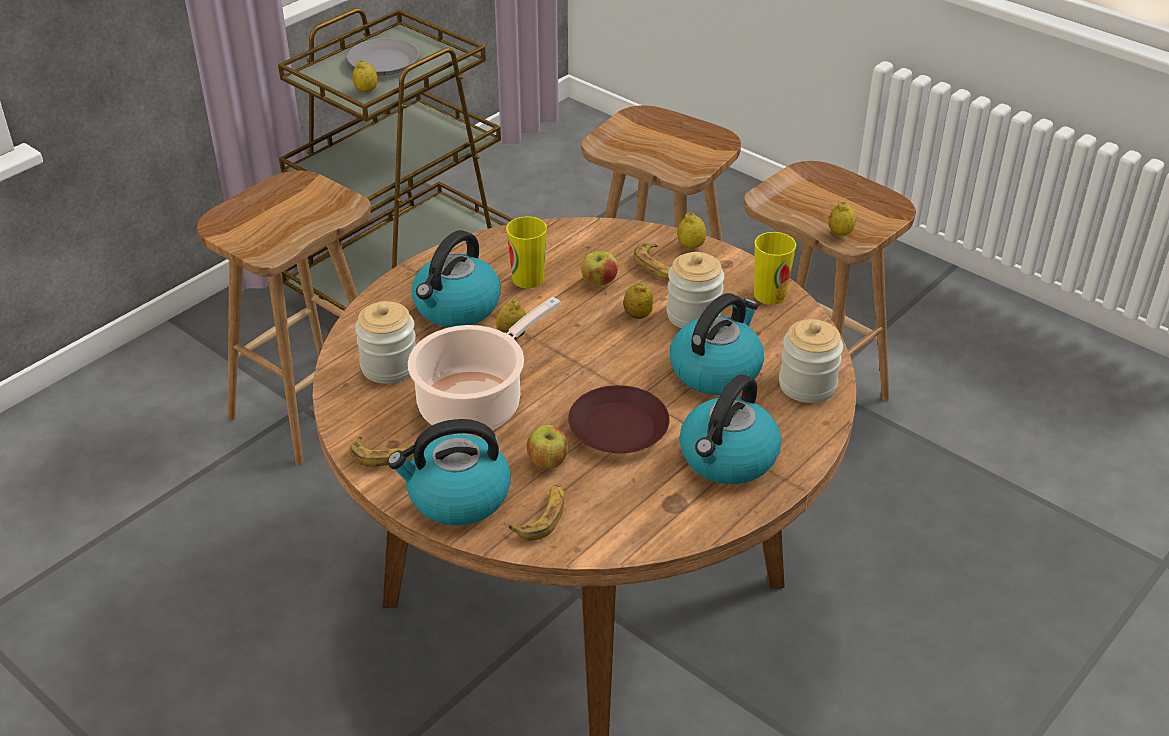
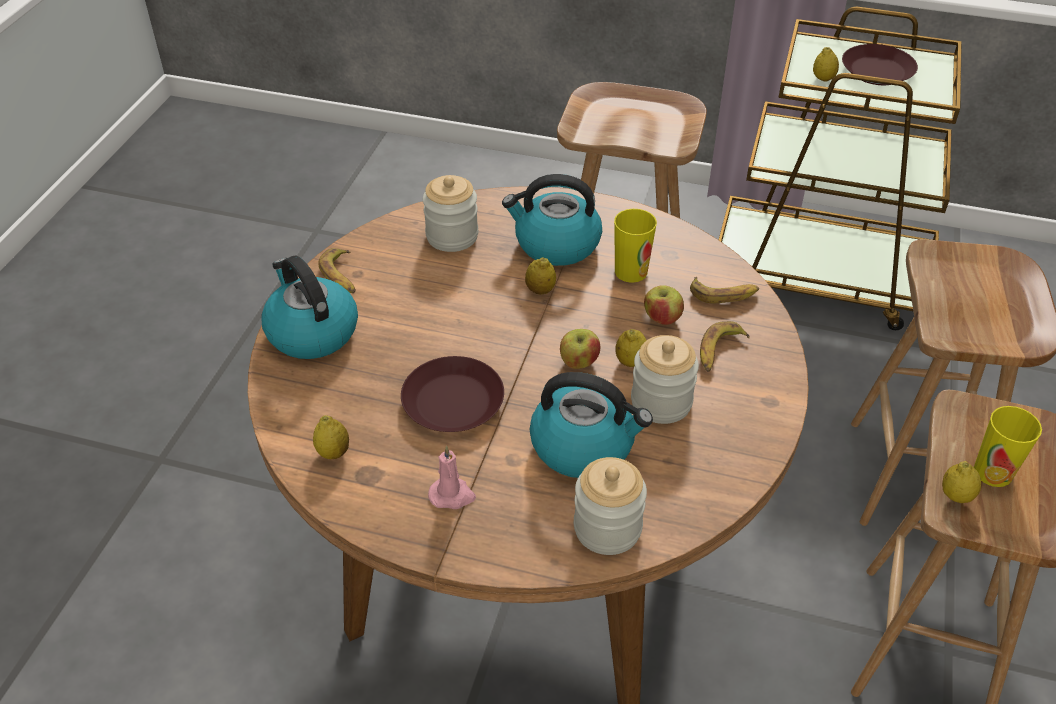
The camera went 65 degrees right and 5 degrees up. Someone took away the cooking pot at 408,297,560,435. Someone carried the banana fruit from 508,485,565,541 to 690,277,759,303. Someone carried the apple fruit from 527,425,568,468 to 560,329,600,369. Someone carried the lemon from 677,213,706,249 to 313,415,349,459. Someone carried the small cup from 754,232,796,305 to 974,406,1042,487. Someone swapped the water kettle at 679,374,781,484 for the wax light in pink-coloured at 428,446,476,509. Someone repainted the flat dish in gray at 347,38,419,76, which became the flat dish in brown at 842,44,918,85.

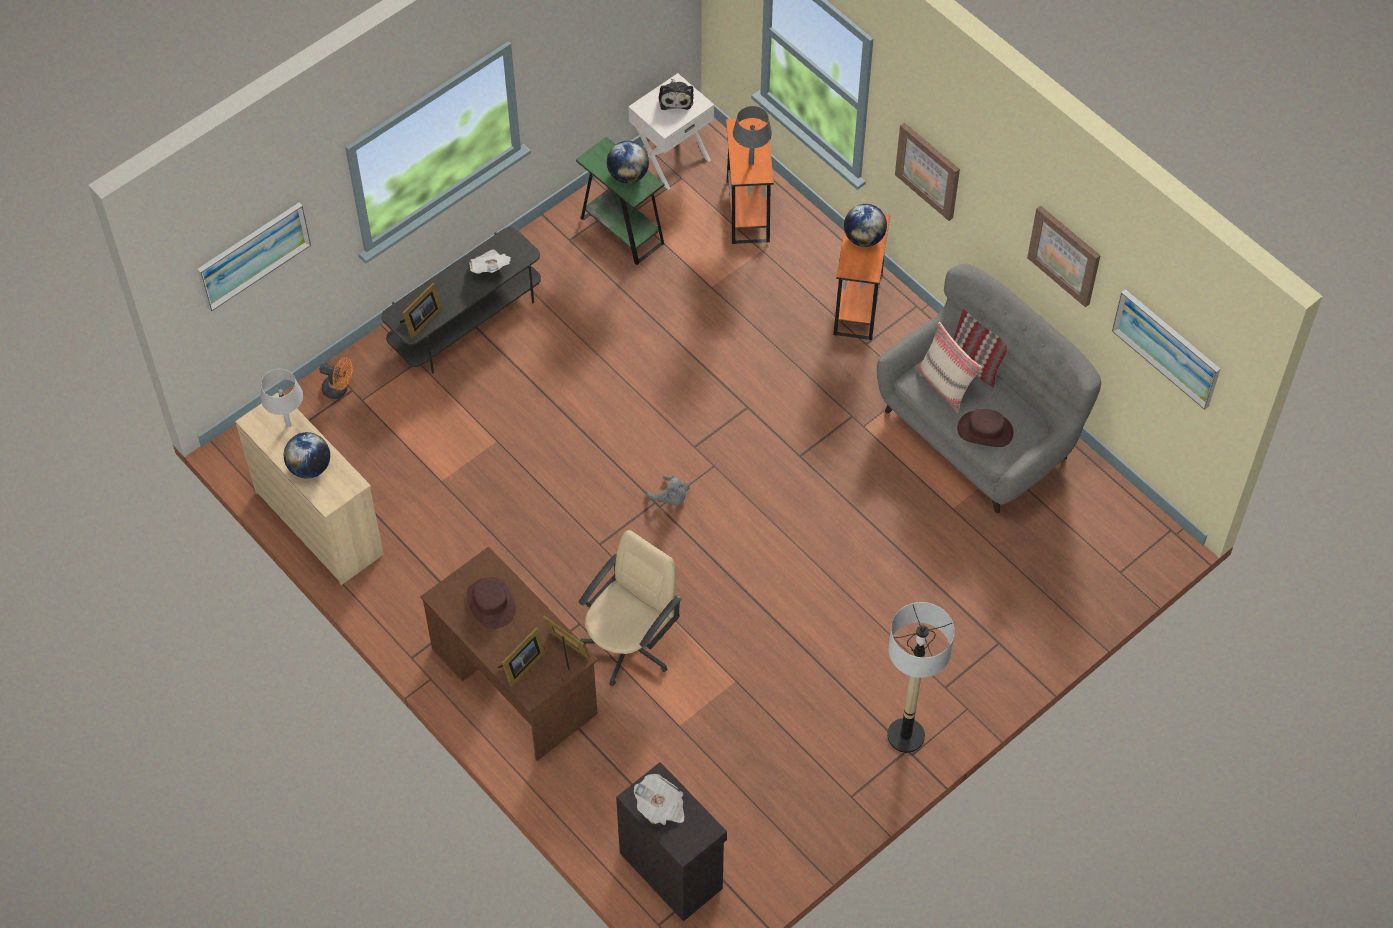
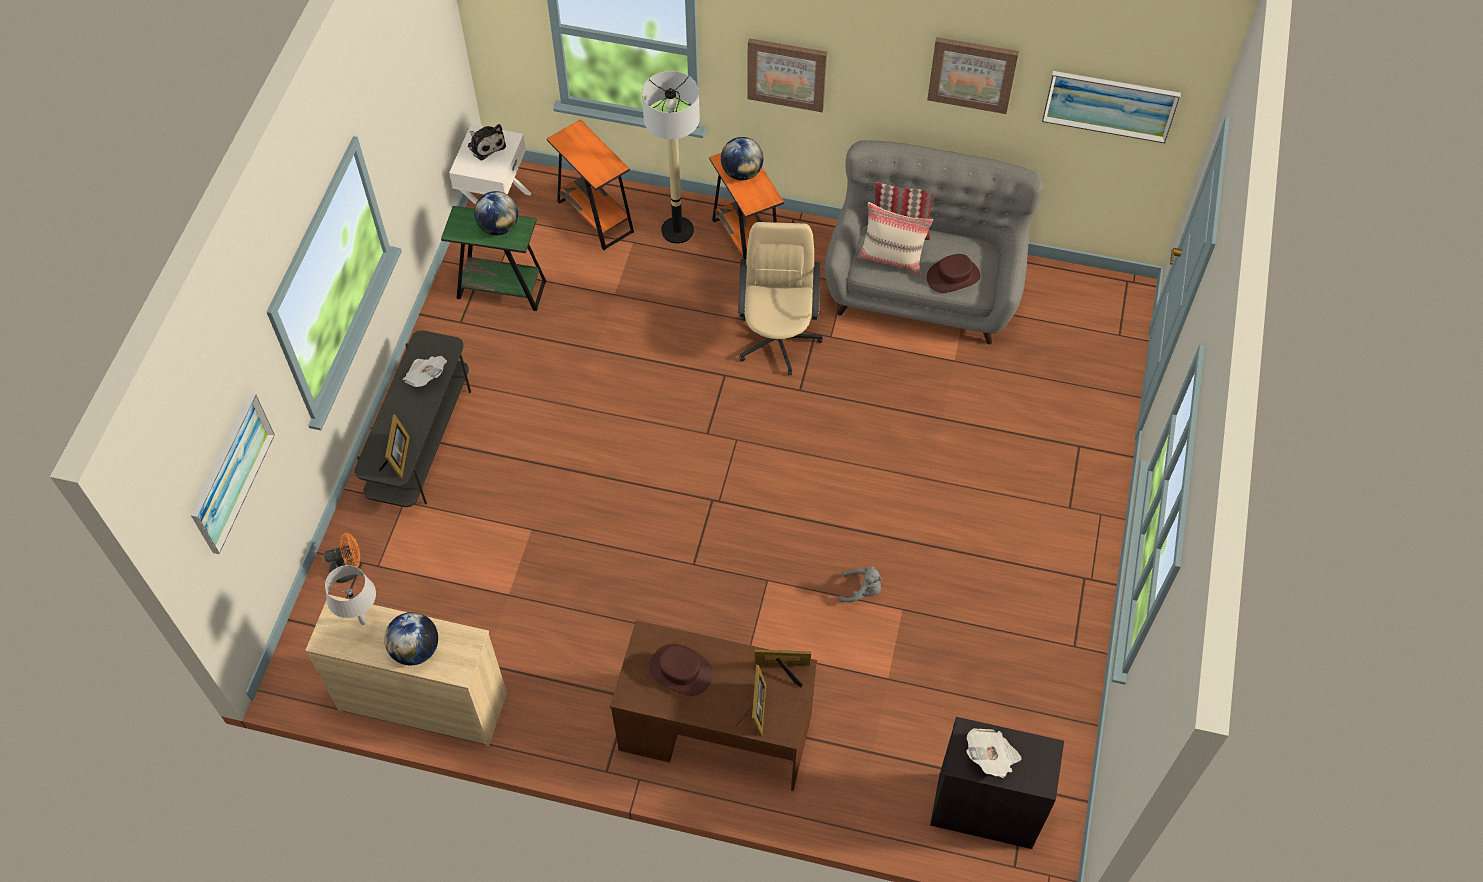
The camera went 35 degrees left and 0 degrees up. Someone took away the lamp for a table in gray at 733,106,772,165. Someone carried the office chair in beige from 579,530,682,686 to 738,222,823,375. Someone carried the soft toy in gray from 646,475,690,506 to 838,566,882,602. Someone carried the floor lamp from 887,602,955,753 to 642,71,700,244.

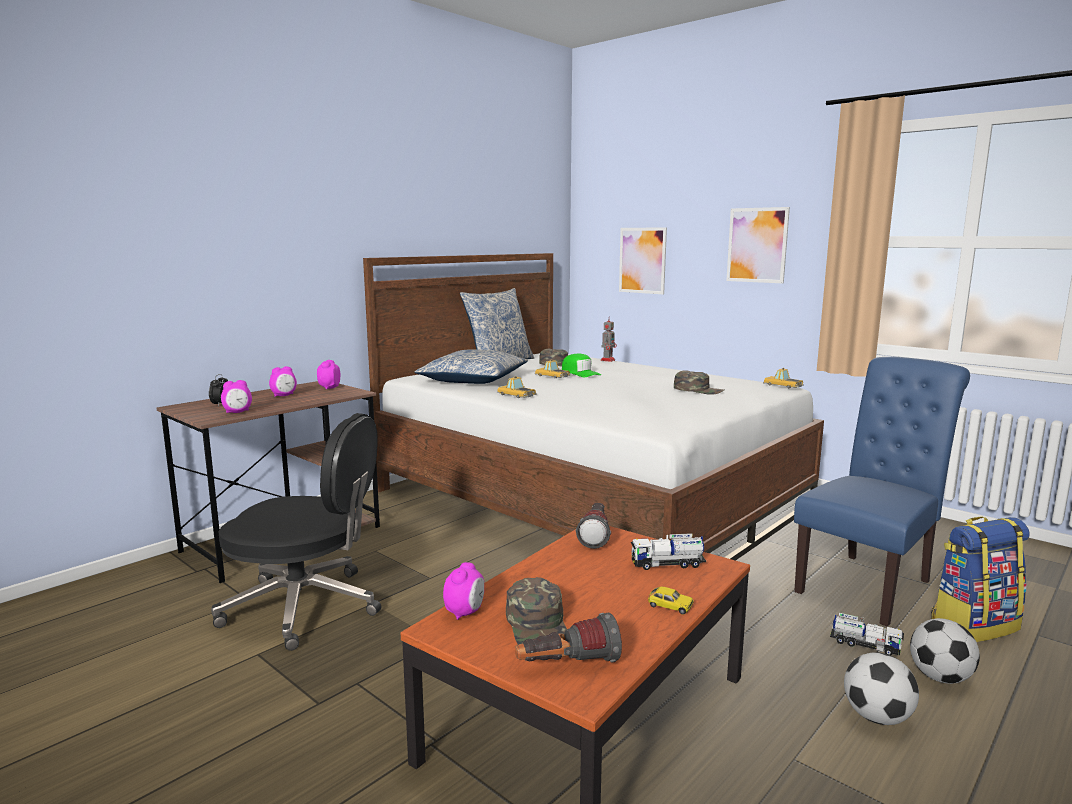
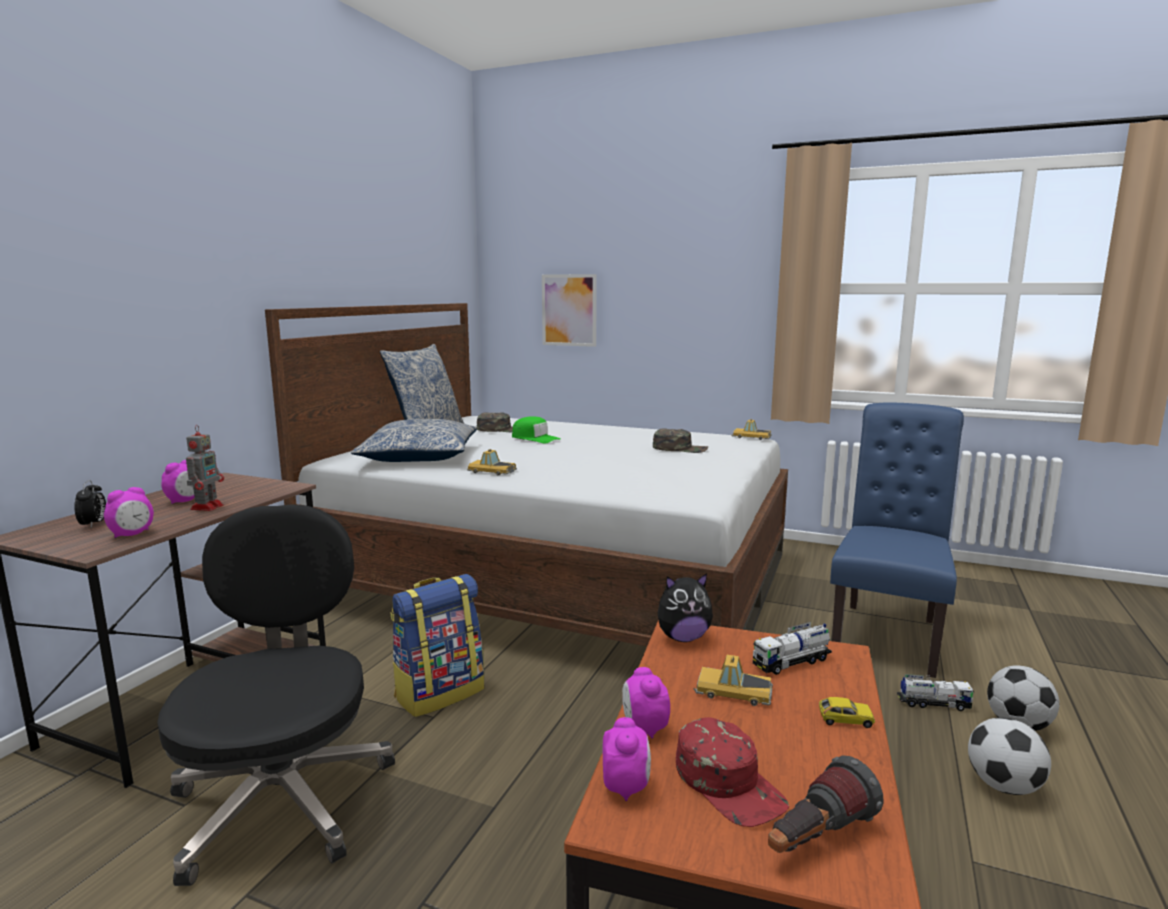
The camera went 20 degrees left and 0 degrees up. Someone took away the picture at 726,207,790,283. Someone carried the table clock from 317,360,341,390 to 622,667,670,739. Someone carried the toy car from 535,359,570,378 to 693,655,773,706. Someone carried the toy robot from 601,317,617,362 to 186,425,224,511. Someone carried the backpack from 931,517,1030,642 to 390,574,484,717. Someone swapped the hand torch at 576,503,611,549 for the soft toy at 658,573,713,642. Someone repainted the cap in green at 506,577,567,645, which became the cap in red-coloured at 676,717,789,827. Someone rotated the office chair in black-coloured at 211,413,381,651 by 90 degrees counterclockwise.

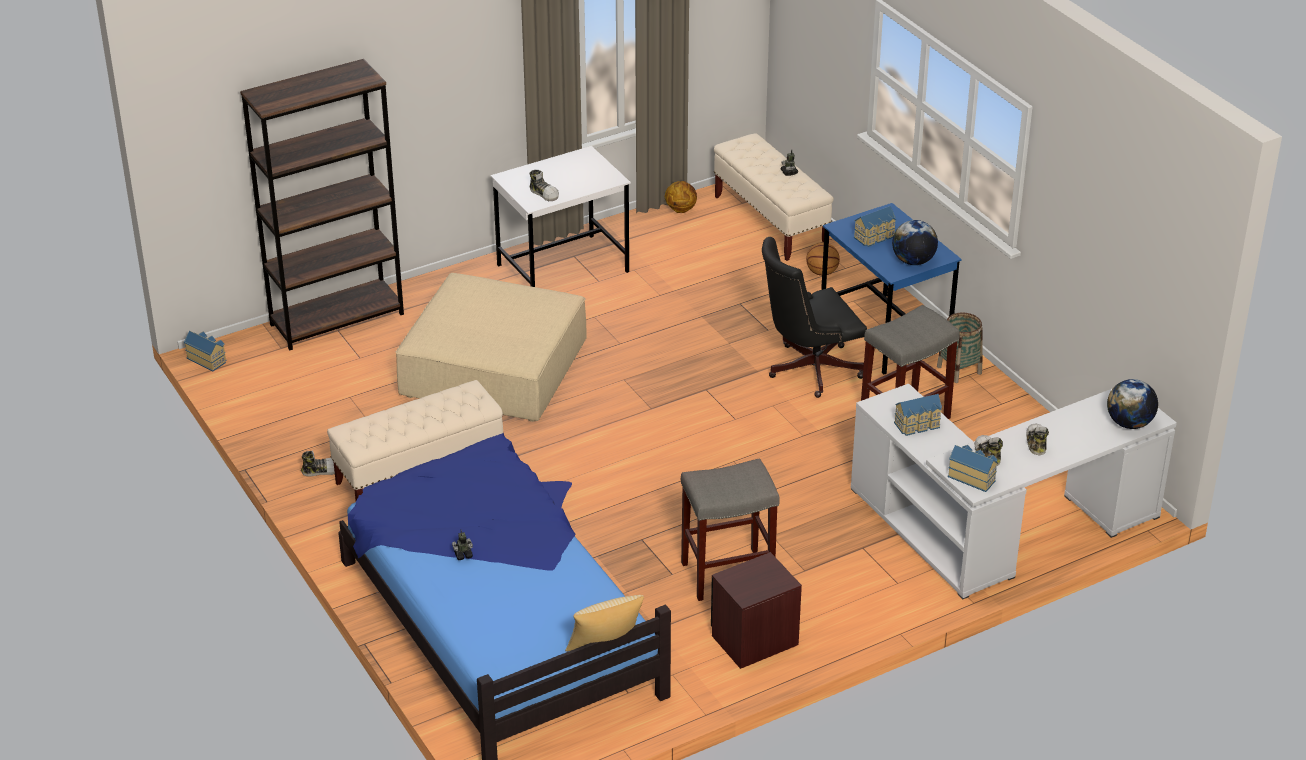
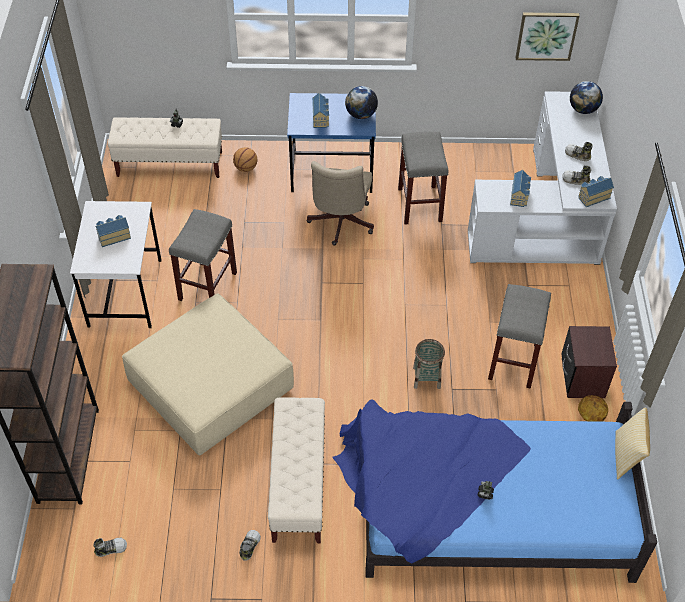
The camera went 60 degrees left and 15 degrees up. Someone put down the stool in gray at 169,209,237,301. Someone put up the picture at 515,12,580,61. Someone carried the model house from 184,331,227,371 to 95,215,131,247. Someone carried the low shoe from 530,170,559,201 to 94,538,127,557. Someone carried the basketball from 665,181,697,213 to 578,395,608,422. Someone carried the basket from 937,312,983,383 to 413,339,445,389. Someone repainted the office chair in black-coloured at 762,237,867,398, which became the office chair in beige at 307,161,374,245.

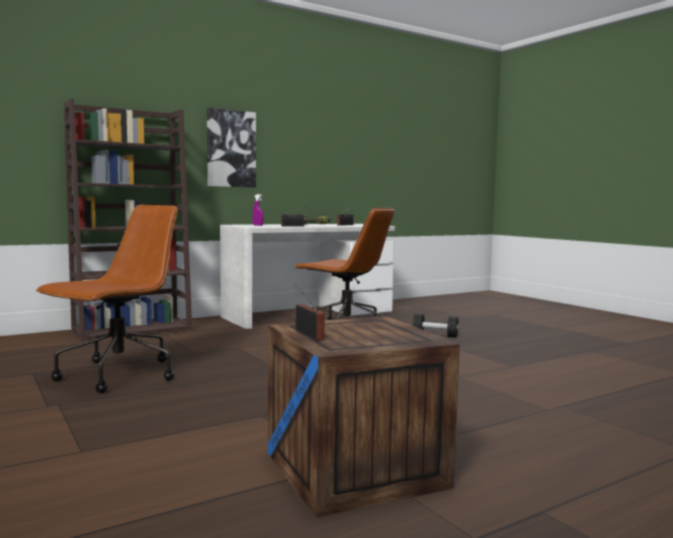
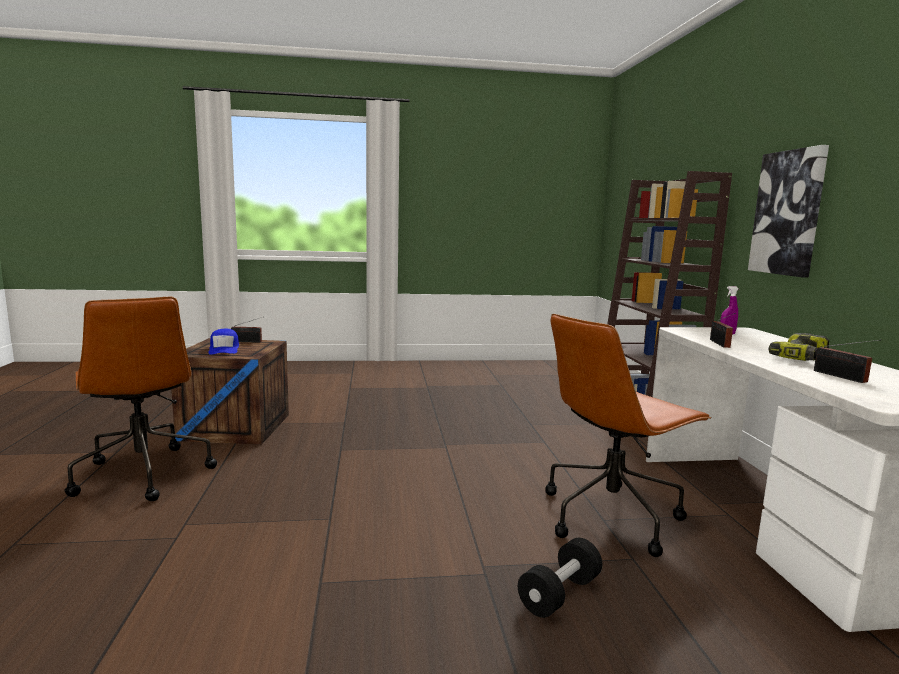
The camera went 115 degrees right and 5 degrees up. Someone put down the cap in blue-coloured at 208,329,239,355. Someone carried the office chair in brown from 36,205,178,393 to 65,297,217,501.

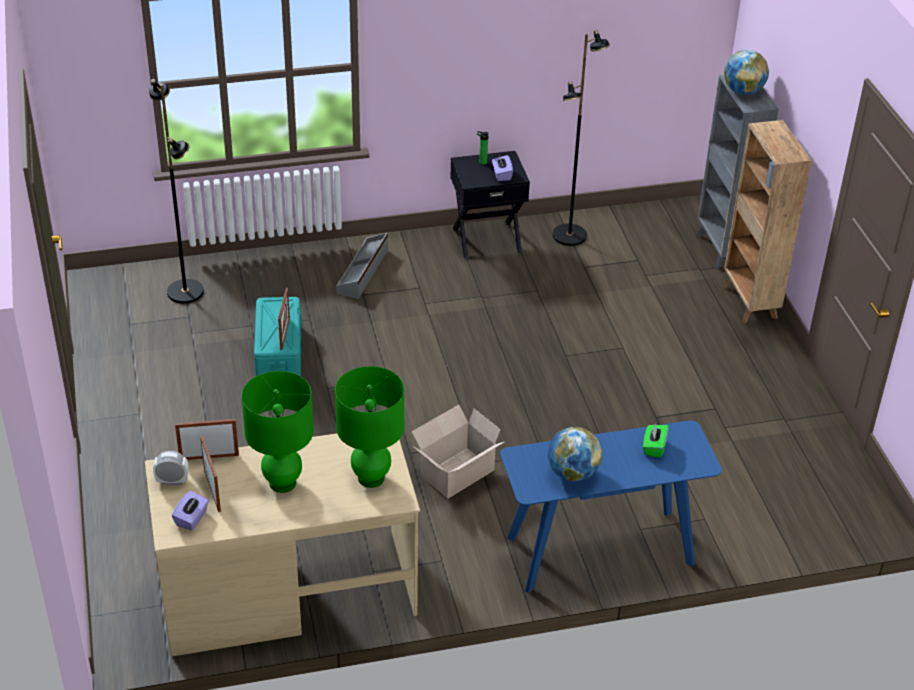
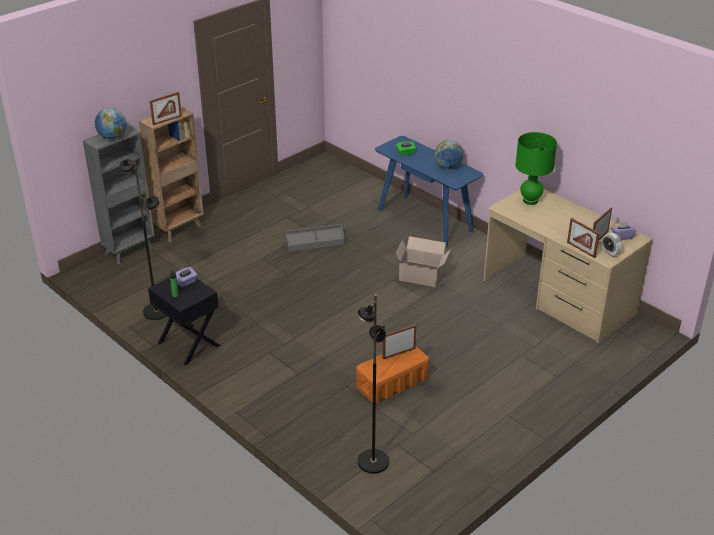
The camera went 120 degrees left and 5 degrees down. Someone took away the lamp for a table in green at 241,371,314,493. Someone put down the photo frame at 150,92,182,126. Someone carried the storage container in gray from 337,233,388,299 to 285,224,345,252. Someone repainted the storage container in turquoise-coloured at 254,297,301,376, which became the storage container in orange-coloured at 356,346,429,404.

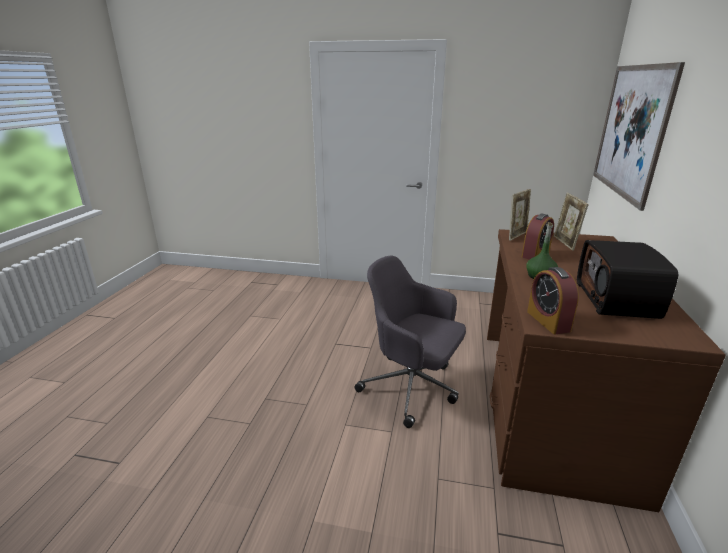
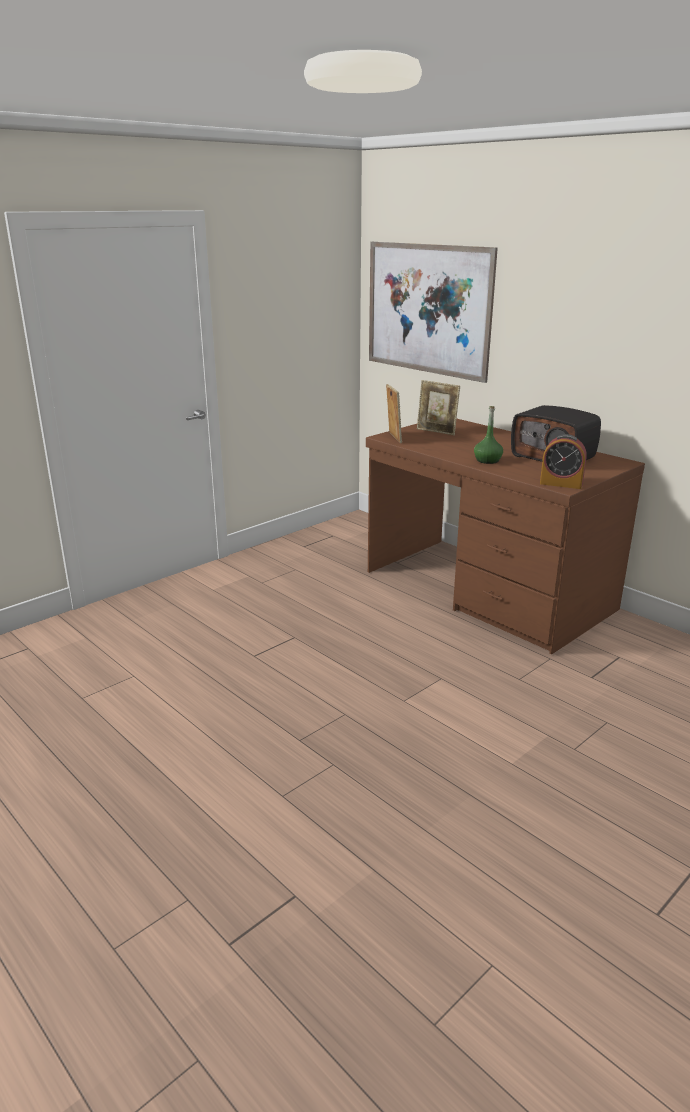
The camera went 55 degrees left and 0 degrees up. Someone took away the office chair in gray at 354,255,466,428. Someone took away the table clock at 522,214,554,260.

